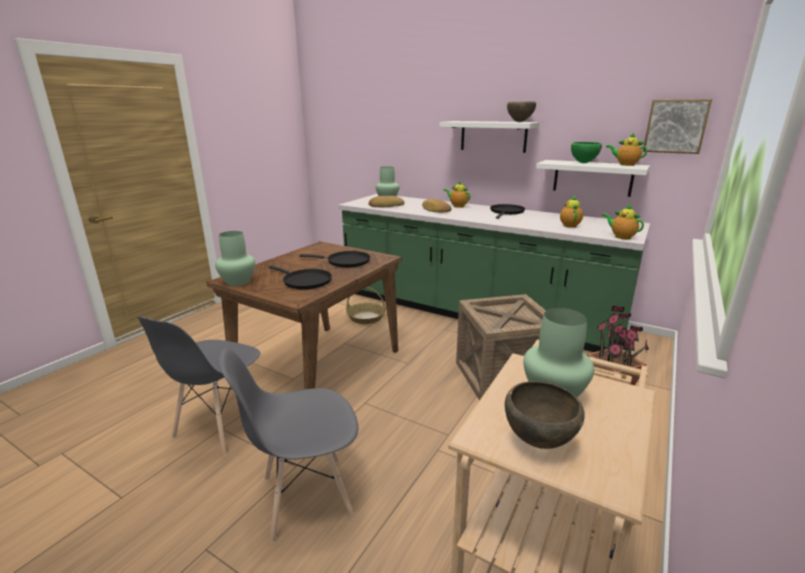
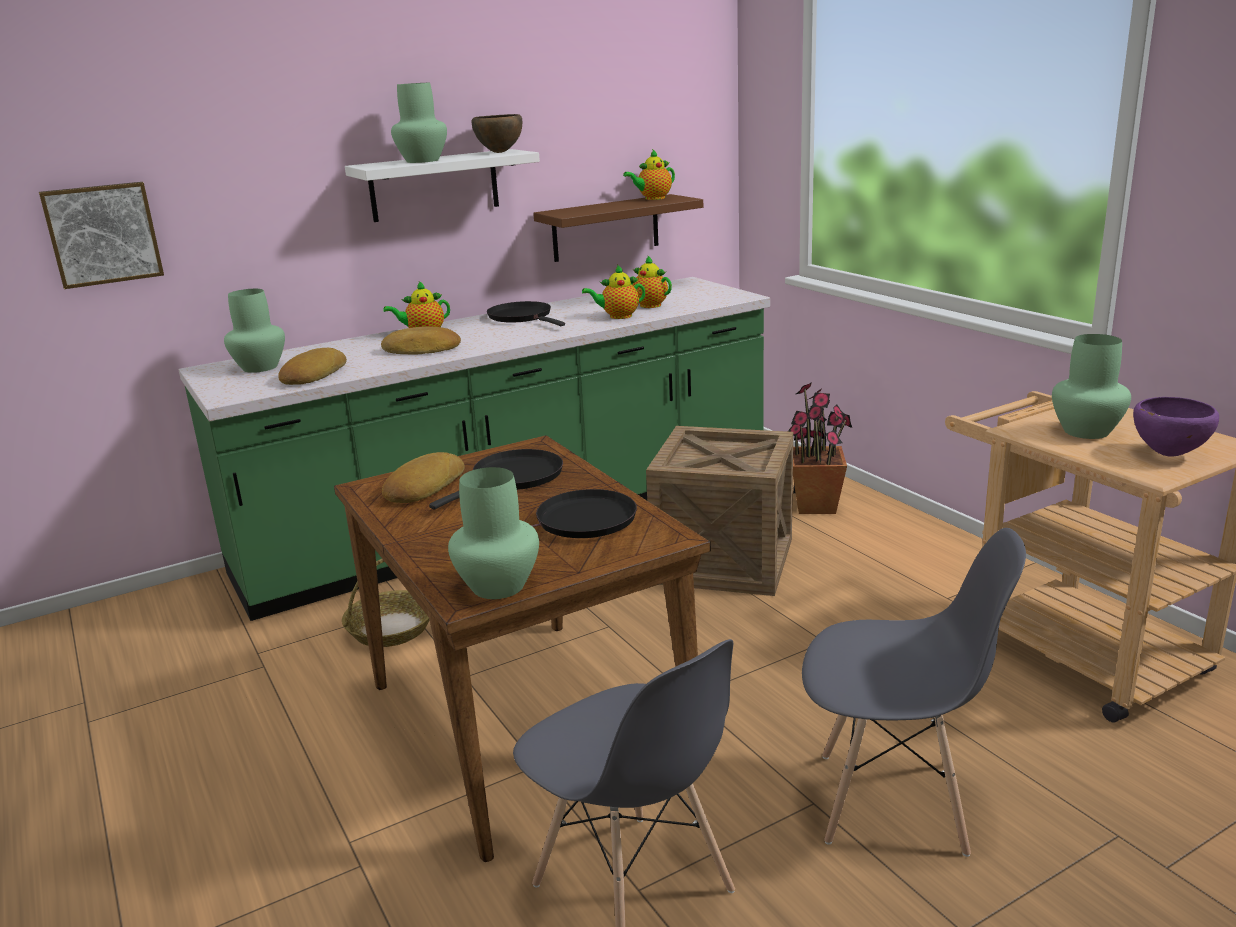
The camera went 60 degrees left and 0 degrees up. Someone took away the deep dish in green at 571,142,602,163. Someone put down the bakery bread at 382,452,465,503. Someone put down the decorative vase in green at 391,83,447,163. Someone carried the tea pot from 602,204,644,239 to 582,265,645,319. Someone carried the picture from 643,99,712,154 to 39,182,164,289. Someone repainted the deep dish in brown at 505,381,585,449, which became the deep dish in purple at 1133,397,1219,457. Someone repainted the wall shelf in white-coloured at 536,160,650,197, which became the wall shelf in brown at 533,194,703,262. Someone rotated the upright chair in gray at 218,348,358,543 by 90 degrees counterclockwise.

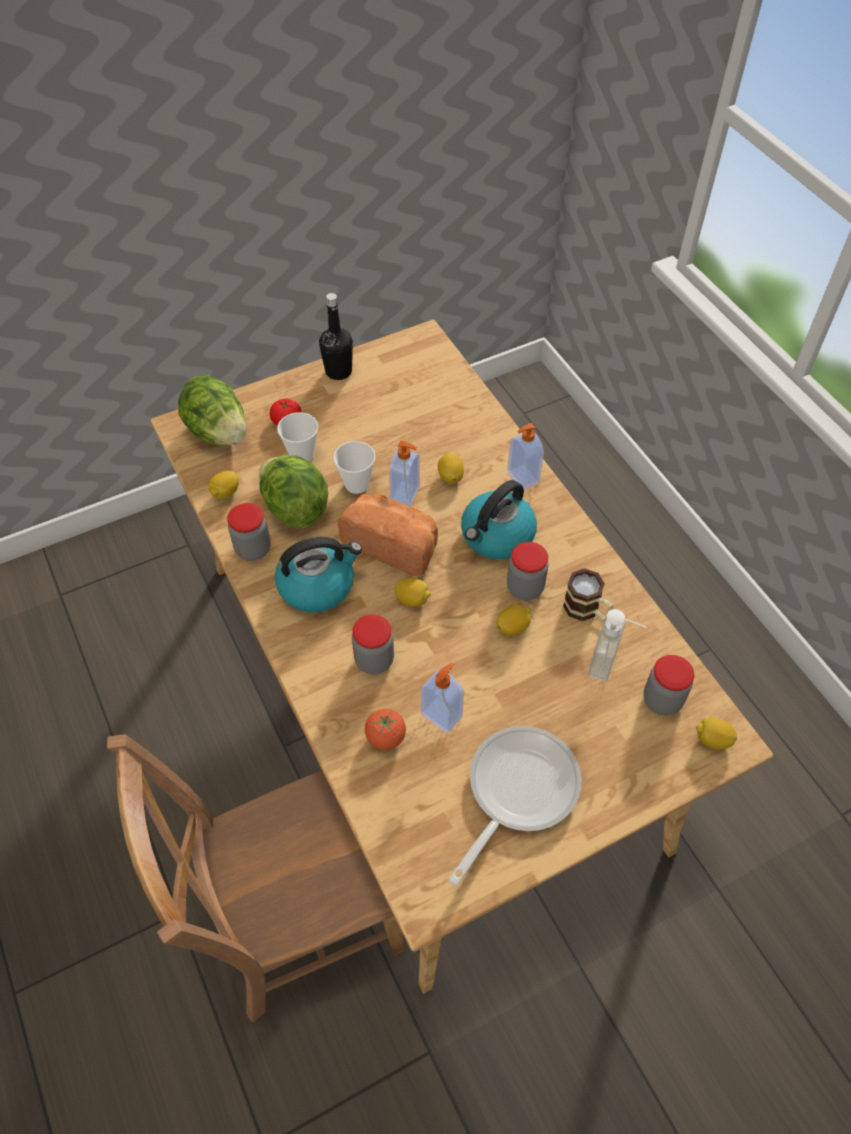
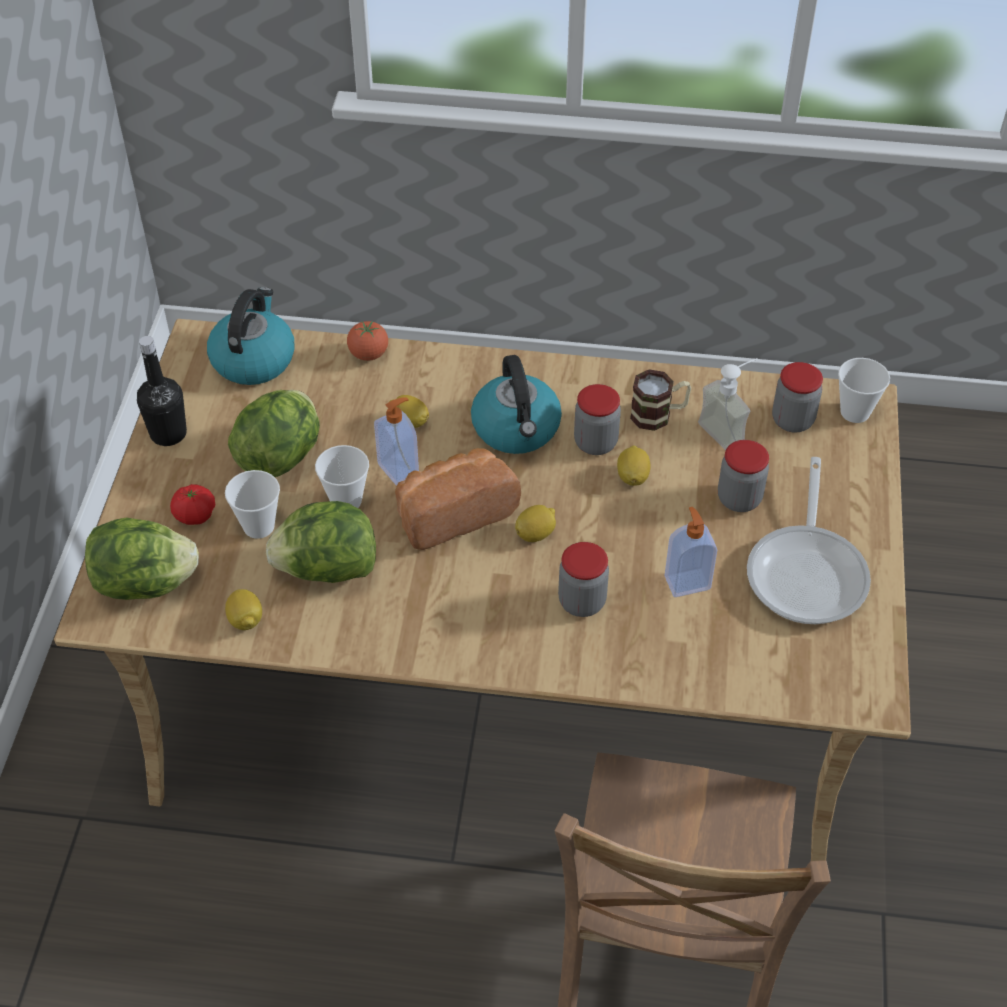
The camera went 55 degrees left and 5 degrees down. Someone took away the soap dispenser at 507,423,544,490. Someone put down the lettuce at 228,390,320,477. Someone carried the preserve jar from 227,503,271,561 to 718,440,769,512. Someone carried the water kettle from 275,537,362,613 to 207,287,295,385. Someone carried the tomato from 365,709,406,750 to 347,321,388,361. Someone swapped the lemon at 696,717,737,750 for the small cup at 838,358,890,423. Someone rotated the skillet at 449,726,581,885 by 150 degrees counterclockwise.

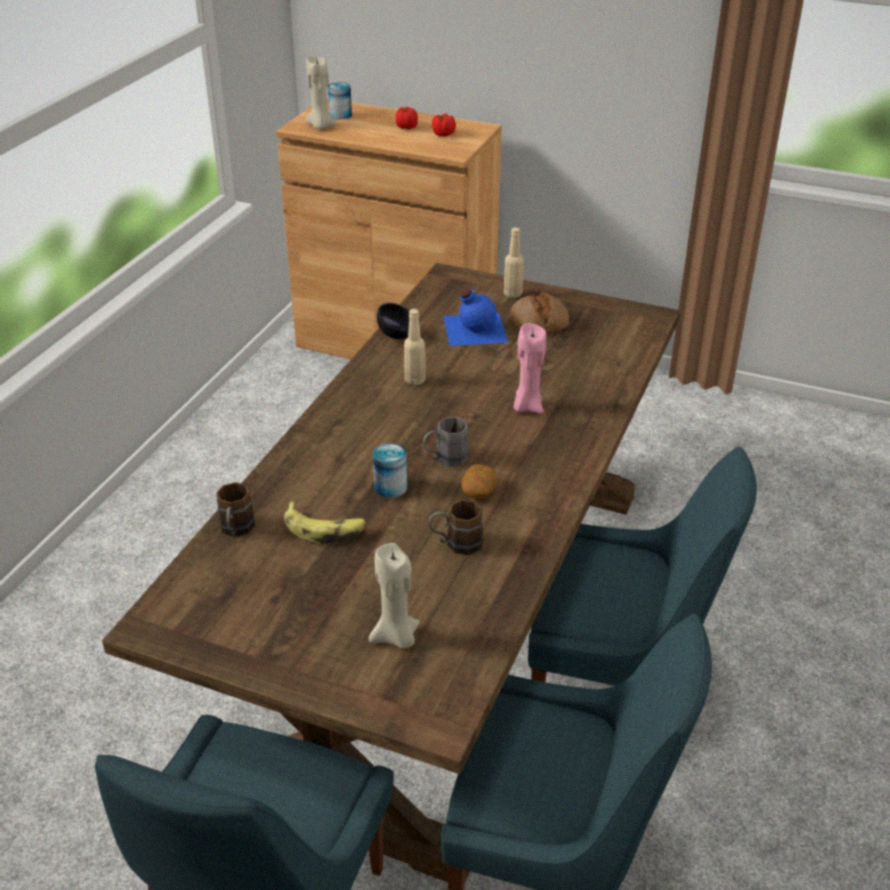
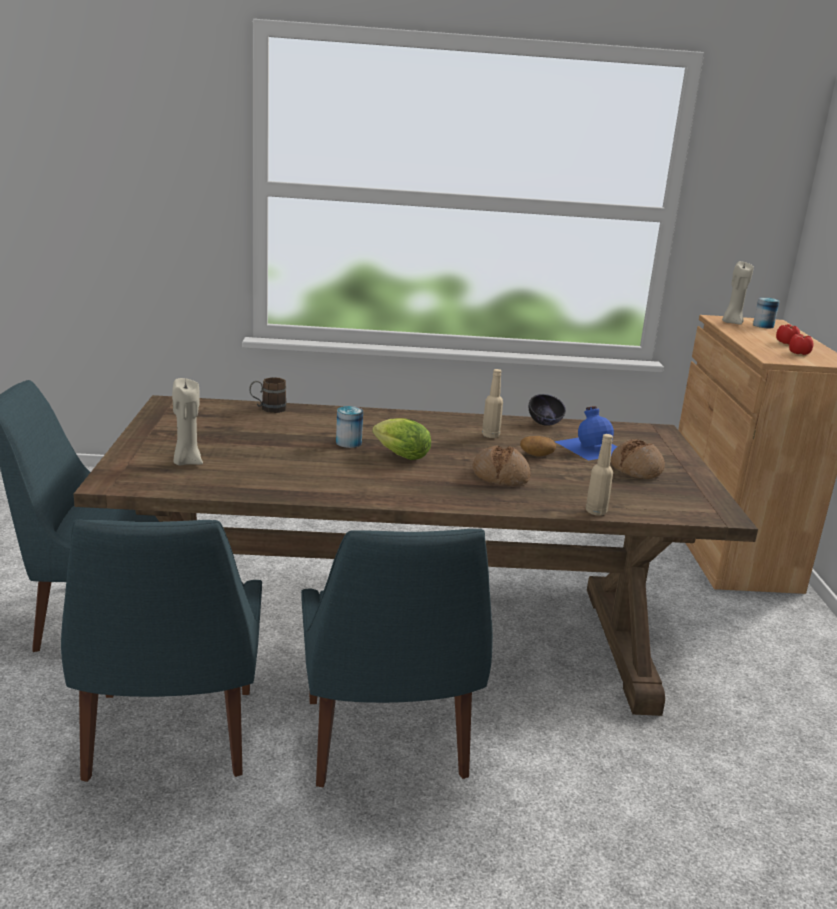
The camera went 65 degrees right and 15 degrees down. Someone took away the banana fruit at 284,501,366,544. Someone took away the coffee mug in brown at 429,500,483,555. Someone carried the whole potato from 461,464,497,498 to 520,436,556,457. Someone carried the drink bottle in beige from 504,228,524,298 to 586,434,613,516. Someone swapped the coffee mug in gray at 423,417,469,467 for the lettuce at 372,418,431,460. Someone swapped the wax light in pink-coloured at 514,323,546,413 for the bakery bread at 472,446,531,486.

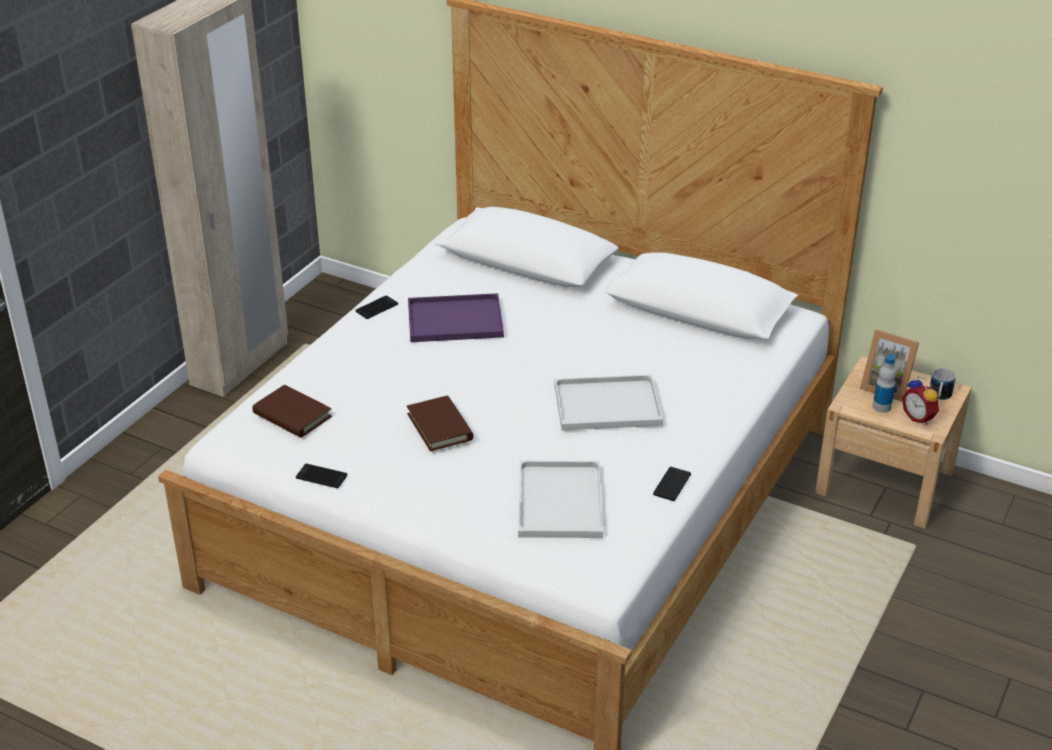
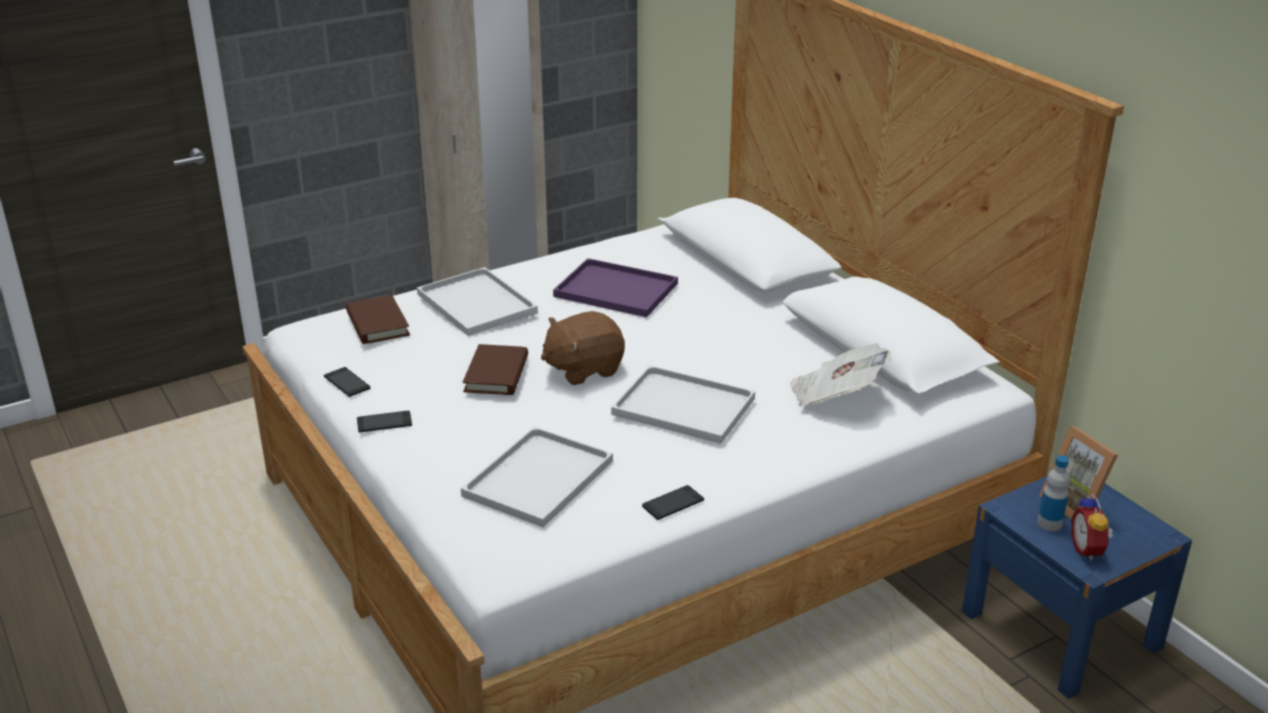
The camera went 30 degrees right and 5 degrees down. Someone took away the coffee mug at 929,368,956,400. Someone put down the tray in white-coloured at 417,267,538,336. Someone put down the soft toy in brown at 541,311,625,385. Someone put down the printed paper at 790,343,891,406. Someone carried the telephone from 355,296,398,319 to 357,411,412,433. Someone repainted the night table in beige at 815,356,972,529, which became the night table in blue-coloured at 962,476,1192,699.

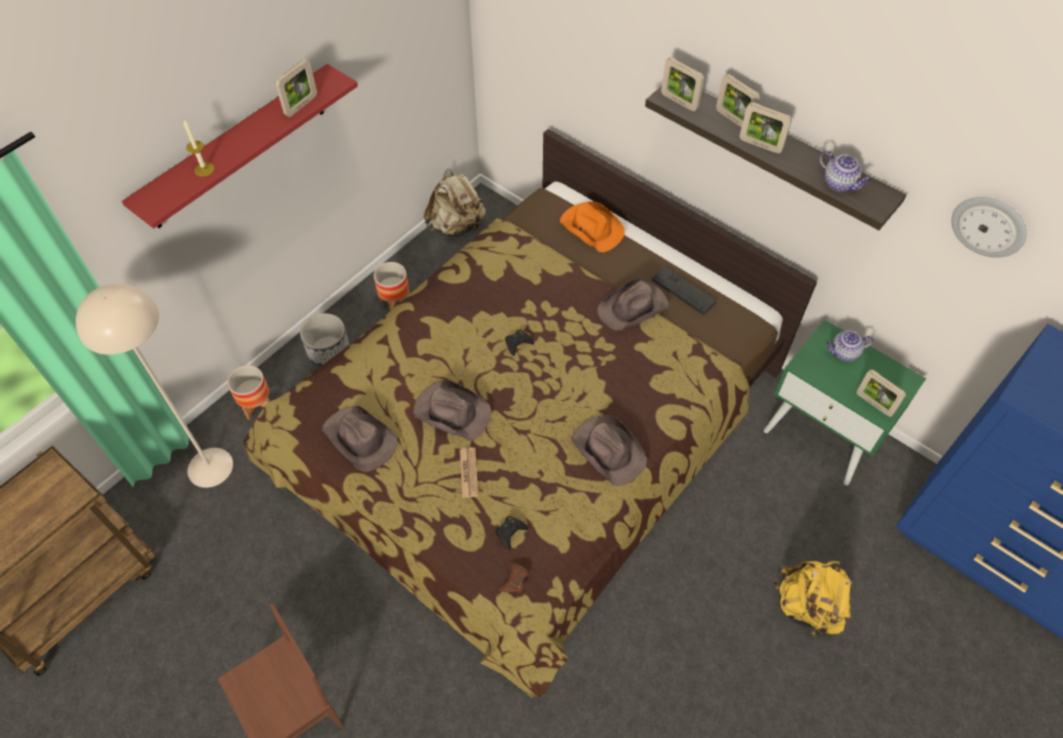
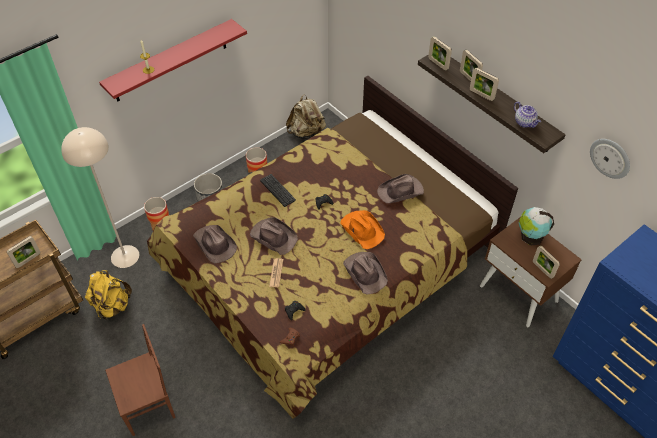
The camera went 10 degrees right and 5 degrees down. Someone carried the photo frame from 275,59,317,117 to 7,236,40,268. Someone carried the wearable hat in orange-coloured from 560,201,625,252 to 340,210,385,249. Someone carried the computer keyboard from 652,267,717,315 to 260,174,296,207. Someone carried the backpack in yellow from 774,561,852,636 to 85,270,132,320. Someone swapped the tea pot at 826,331,874,362 for the world globe at 519,207,554,246. Someone repainted the night table in green at 764,319,926,485, which became the night table in brown at 480,218,582,327.

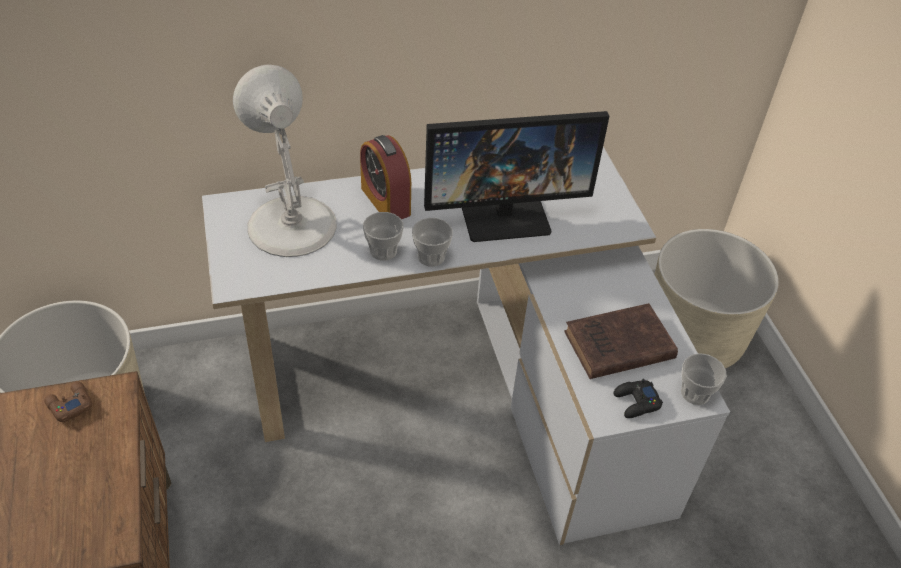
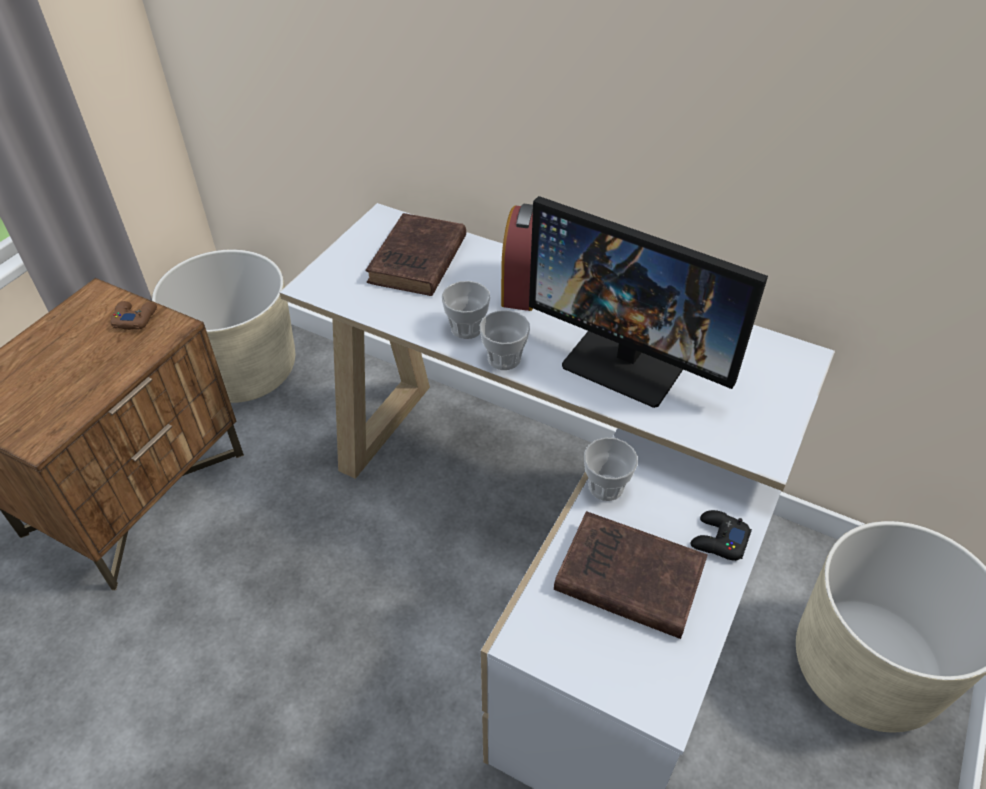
The camera went 45 degrees right and 0 degrees up. Someone carried the game controller in black-coloured from 614,379,663,418 to 690,510,752,561. Someone carried the small cup from 681,353,727,405 to 584,437,638,501. Someone swapped the lamp for a table in white-coloured at 233,65,337,257 for the volume in brown at 365,213,466,296.

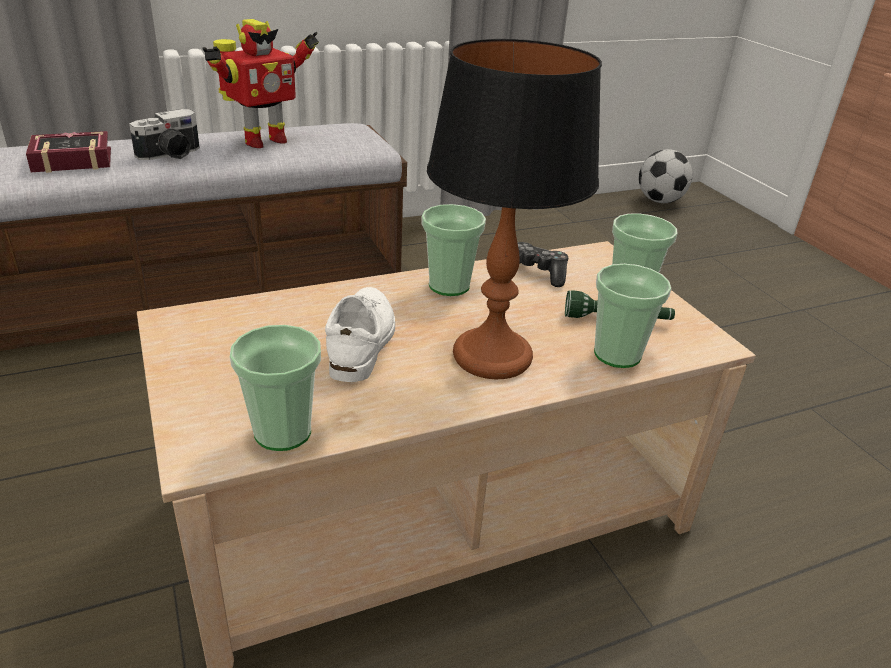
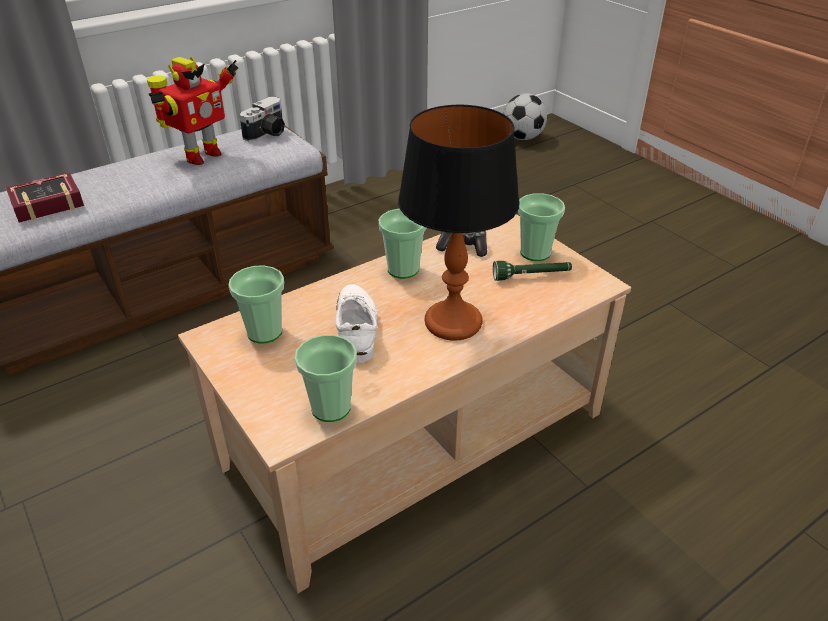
The camera went 10 degrees left and 5 degrees up. Someone carried the photo camera from 129,109,200,160 to 240,96,285,142. Someone carried the small cup from 594,264,671,368 to 228,265,284,344.

